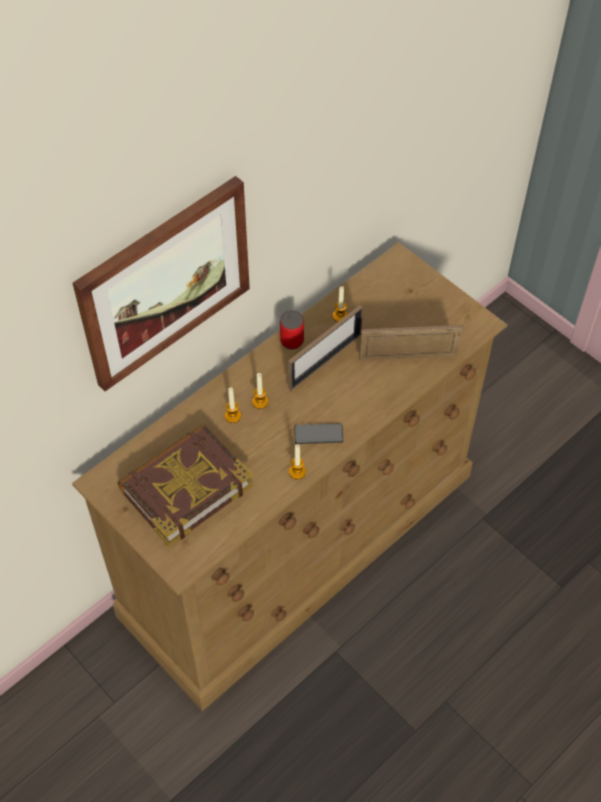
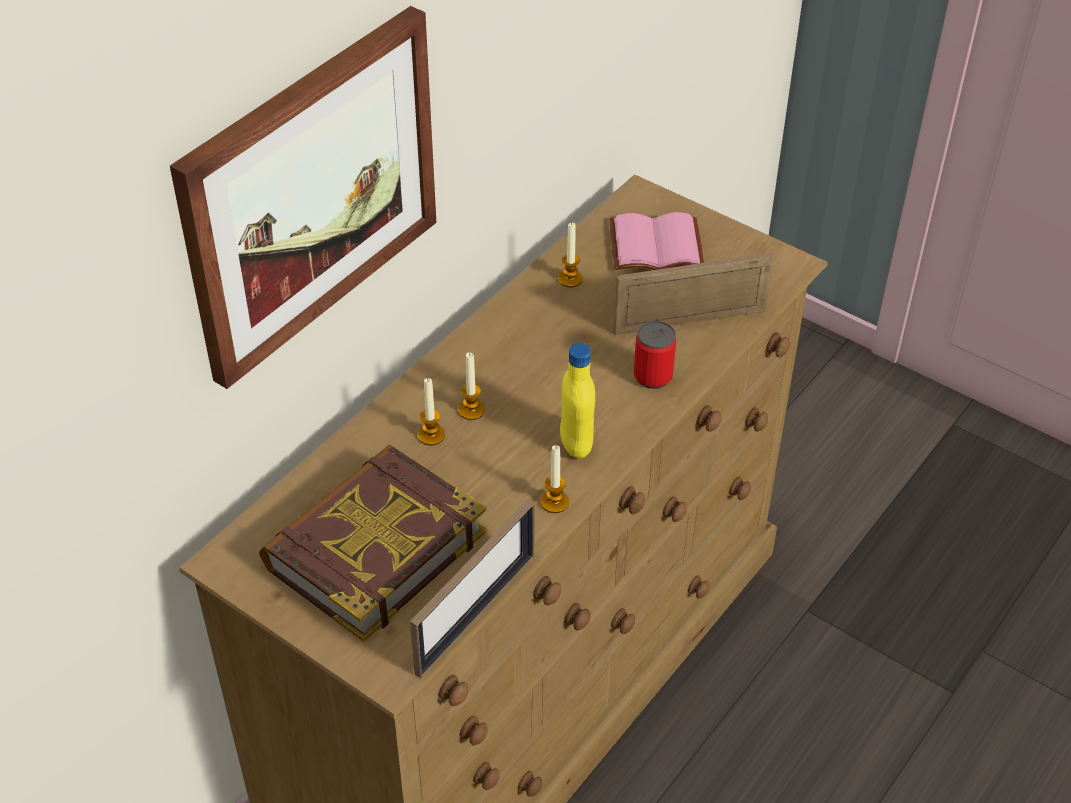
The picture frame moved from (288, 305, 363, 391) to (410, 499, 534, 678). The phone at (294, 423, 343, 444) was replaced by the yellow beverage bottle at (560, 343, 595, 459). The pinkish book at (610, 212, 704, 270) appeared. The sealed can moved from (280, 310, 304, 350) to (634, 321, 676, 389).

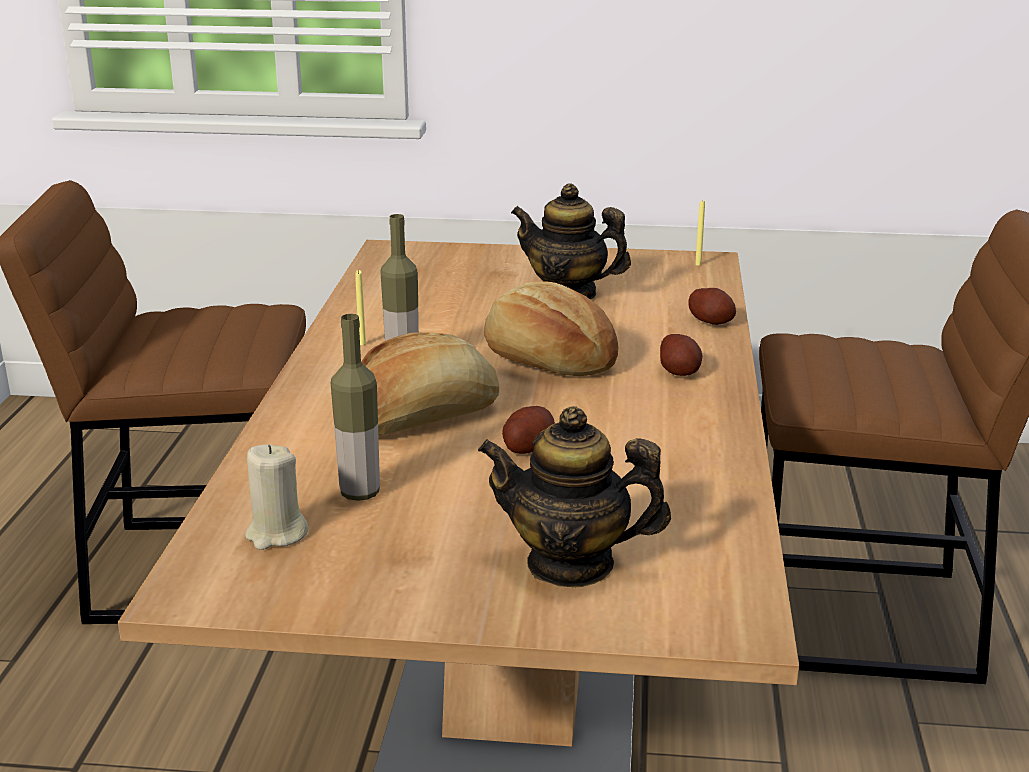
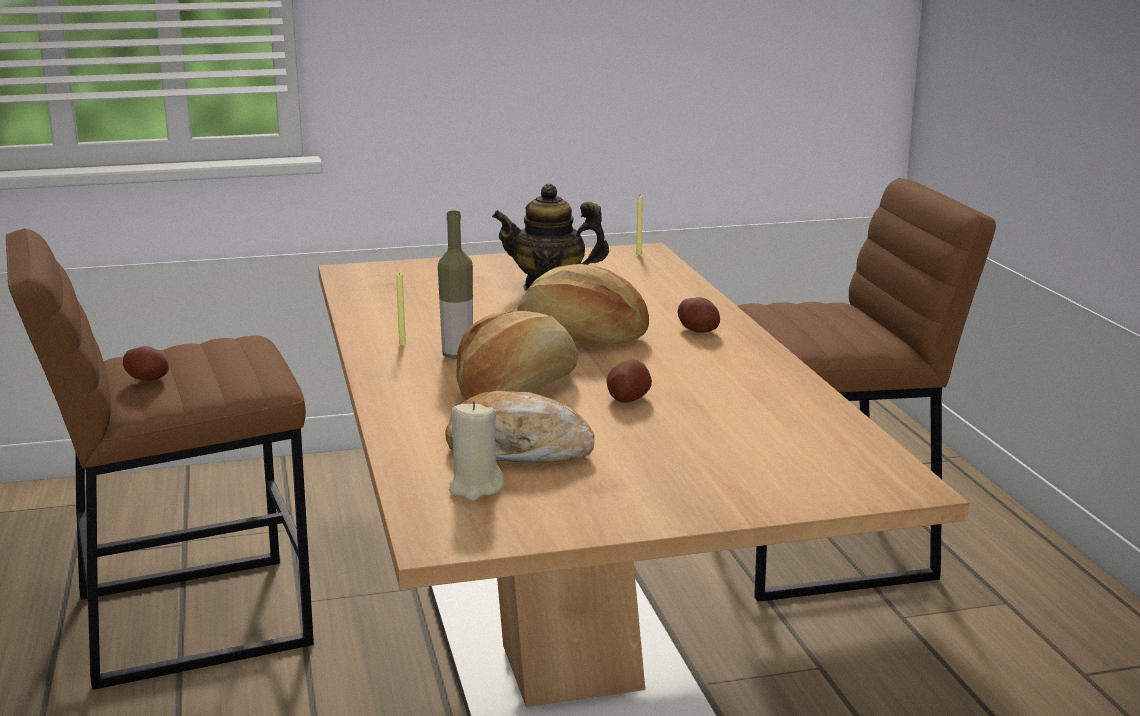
The potato moved from (688, 288, 736, 325) to (123, 346, 169, 381). The beverage bottle at (331, 314, 380, 501) was replaced by the baked bread at (445, 391, 594, 463). The tea pot at (478, 406, 671, 587) disappeared.

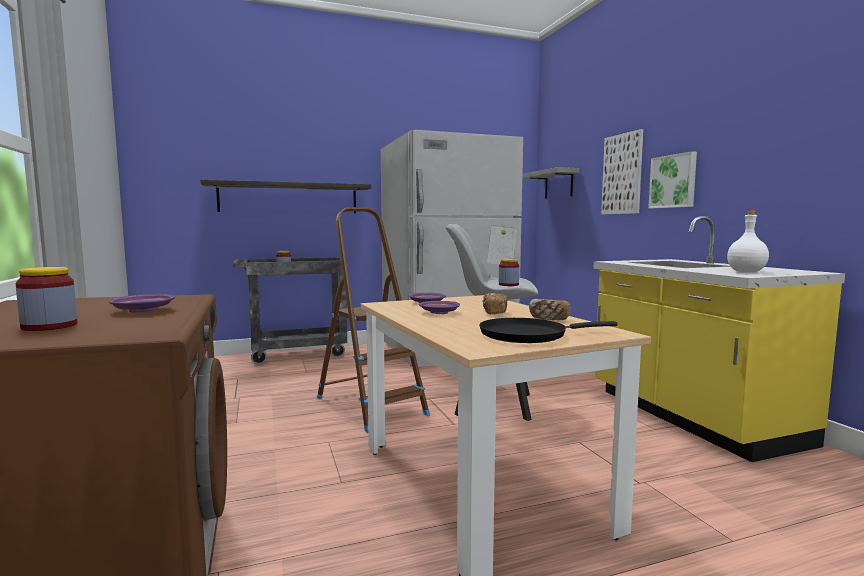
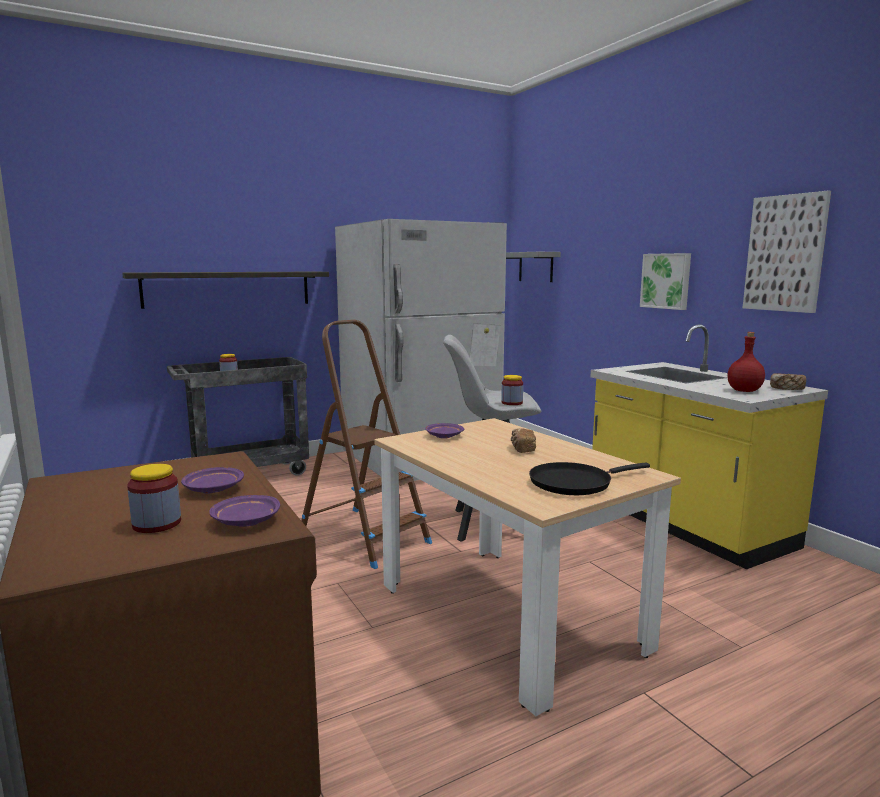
The purple flat dish moved from (419, 301, 460, 314) to (209, 495, 280, 527). The whitish beverage bottle at (727, 210, 769, 273) became the red beverage bottle at (727, 332, 765, 392). The wall picture moved from (601, 129, 644, 214) to (743, 190, 831, 313). The baked bread moved from (529, 299, 571, 320) to (770, 373, 806, 390).

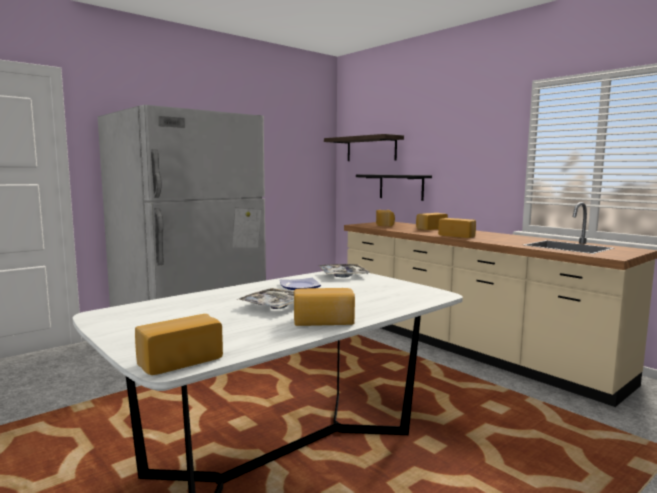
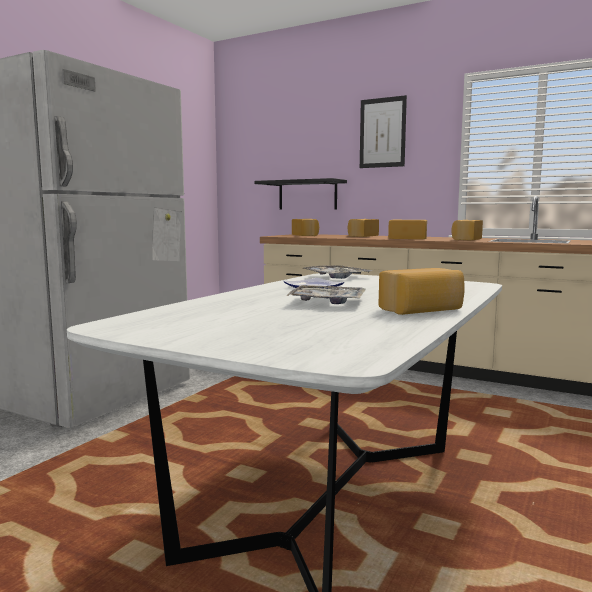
The wall picture at (360, 95, 407, 168) appeared. The baked bread moved from (135, 314, 223, 375) to (451, 220, 483, 240). The bracket shelf at (324, 134, 404, 161) disappeared.

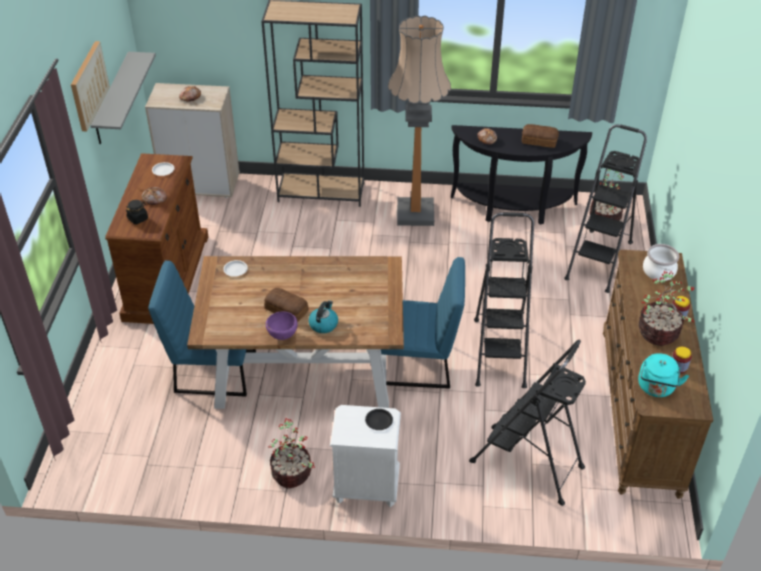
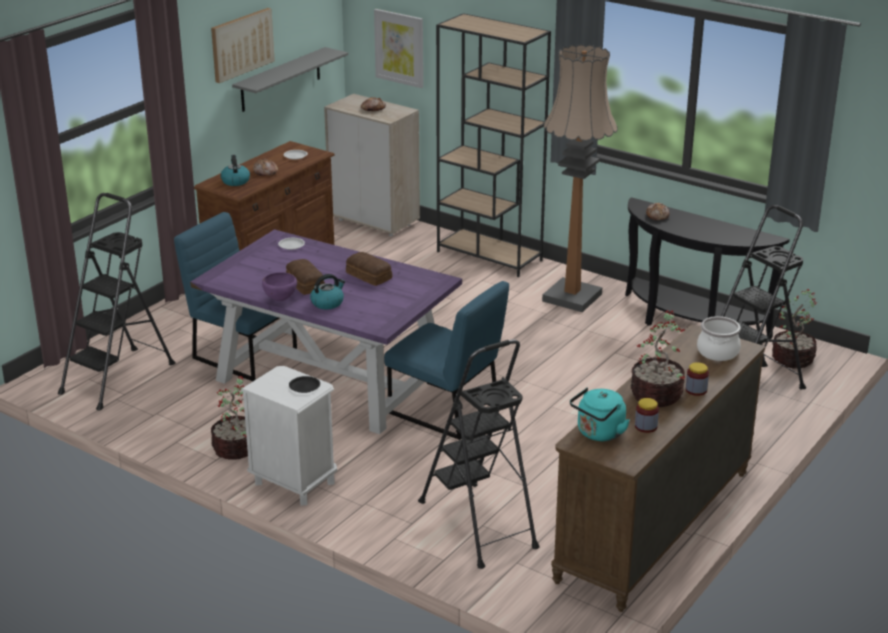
The step stool moved from (474, 212, 534, 388) to (58, 193, 176, 410). The brownish kitchen table at (187, 256, 404, 409) became the purple kitchen table at (190, 229, 462, 434). The black preserve jar at (126, 200, 148, 224) was replaced by the water kettle at (221, 155, 250, 186). The baked bread moved from (522, 124, 559, 148) to (346, 252, 392, 286). The wall picture at (374, 9, 423, 88) appeared.

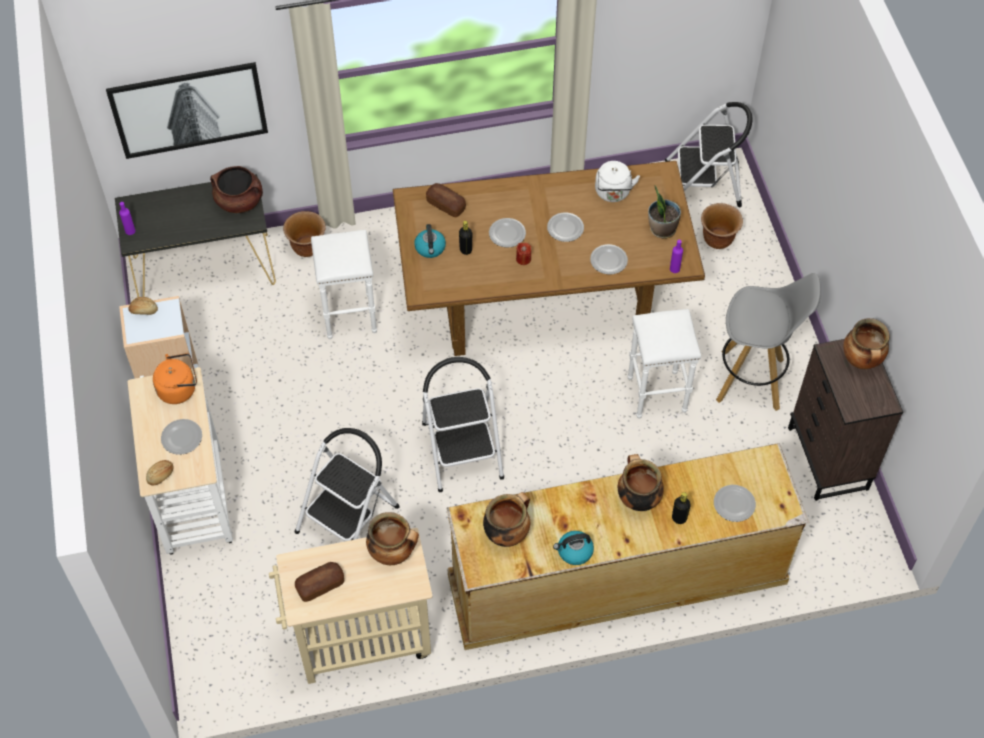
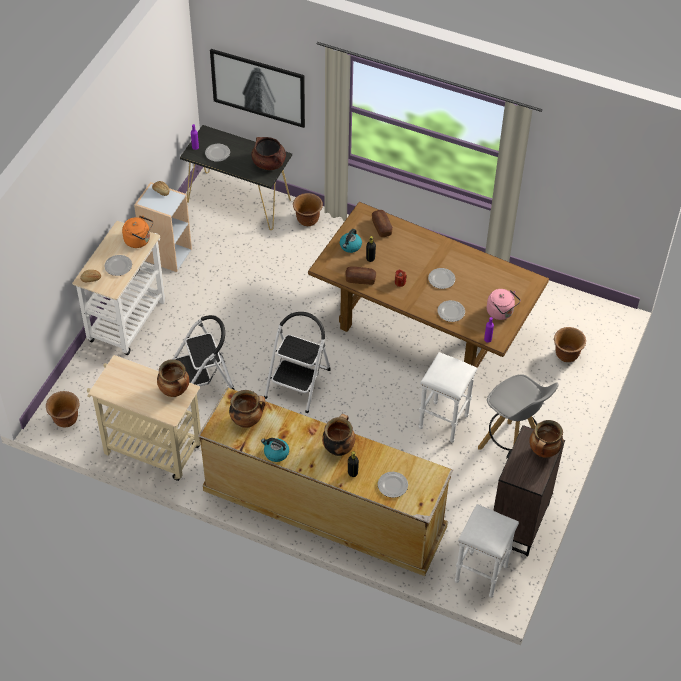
The brownish planter at (46, 391, 80, 427) appeared. The flat dish moved from (489, 218, 526, 248) to (205, 144, 230, 162). The baked bread moved from (295, 562, 344, 602) to (345, 266, 376, 285). The whitish stool moved from (311, 230, 377, 339) to (455, 504, 519, 598). The houseplant at (648, 186, 681, 239) was replaced by the pinkish water kettle at (487, 289, 521, 320). The whitish water kettle at (595, 161, 640, 202) disappeared. The step stool at (665, 102, 753, 207) disappeared.

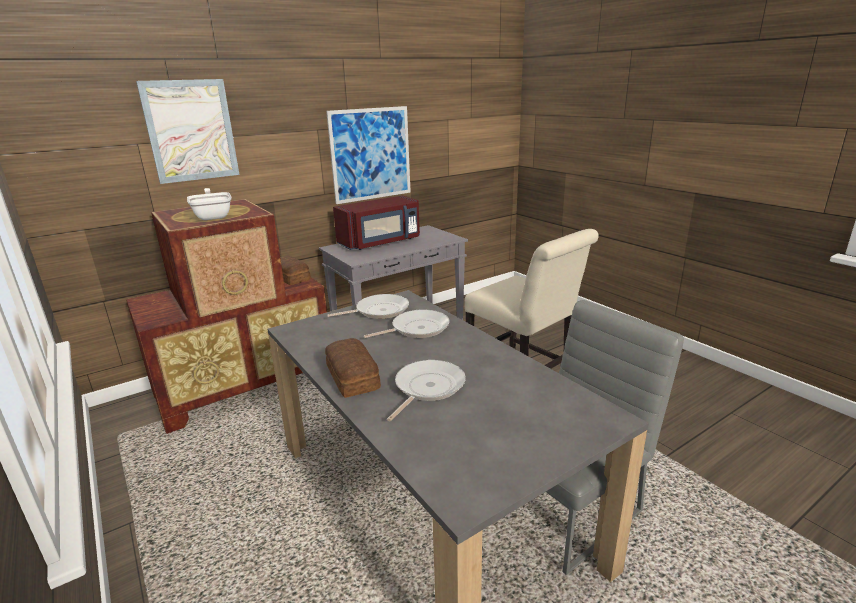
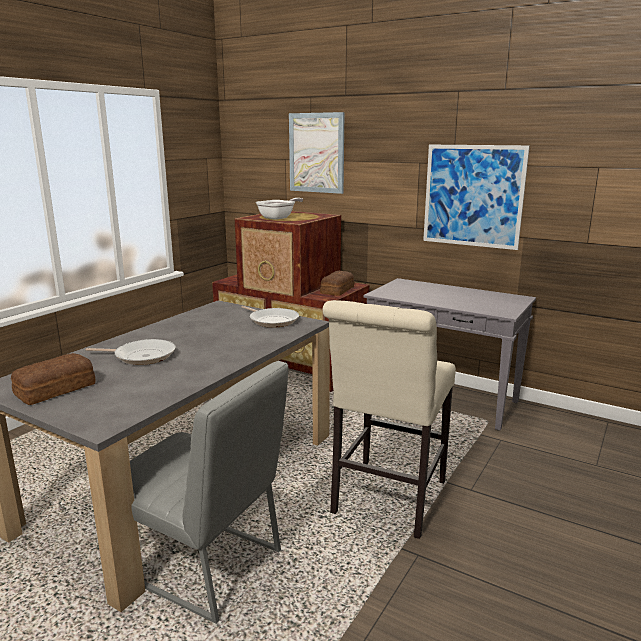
The baked bread moved from (325, 338, 381, 398) to (11, 353, 96, 405). The red microwave oven at (333, 196, 420, 250) disappeared. The pan at (363, 310, 450, 338) disappeared.

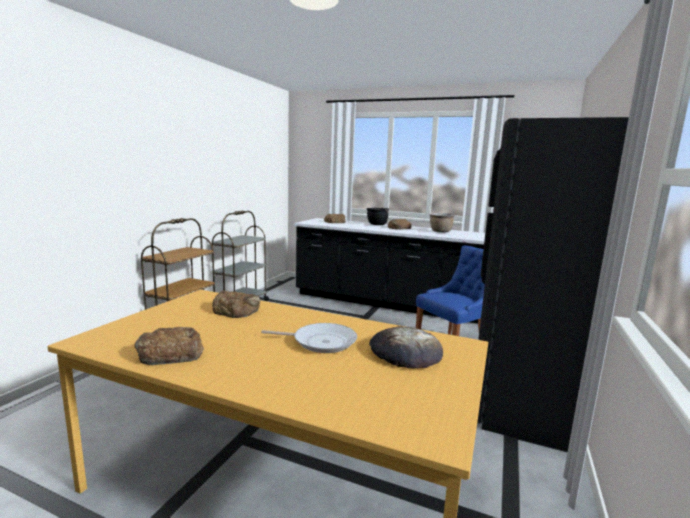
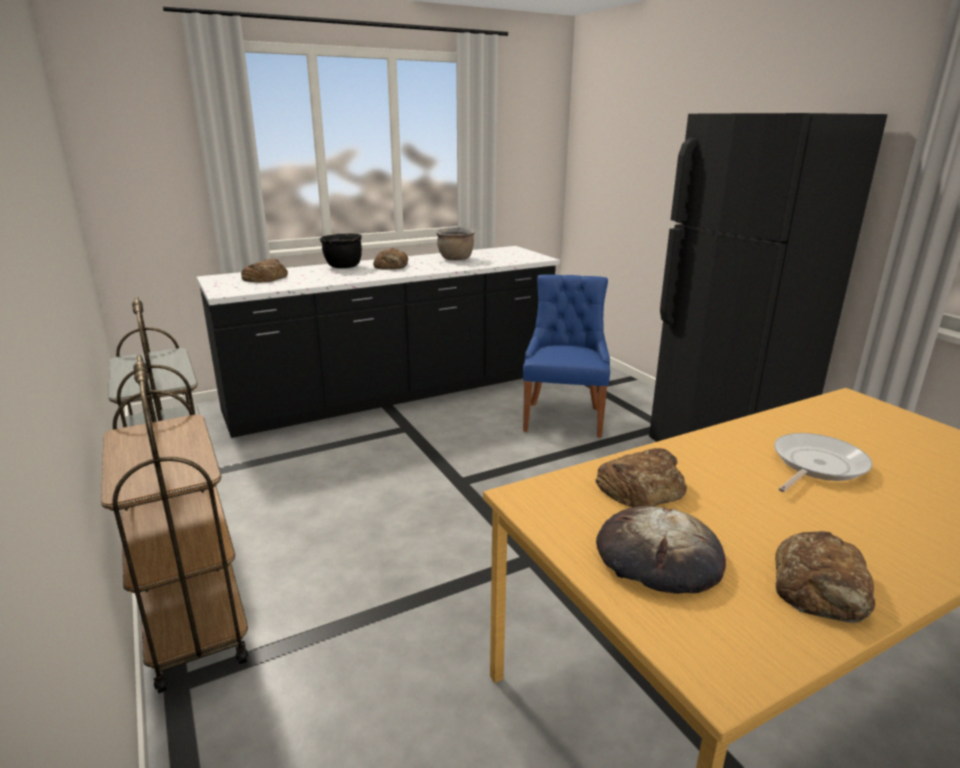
The baked bread moved from (369, 326, 443, 369) to (596, 506, 726, 594).

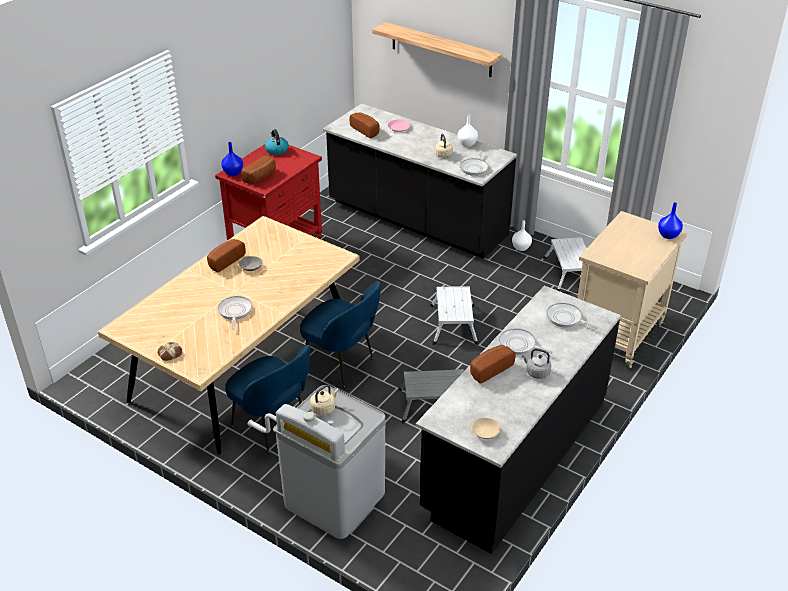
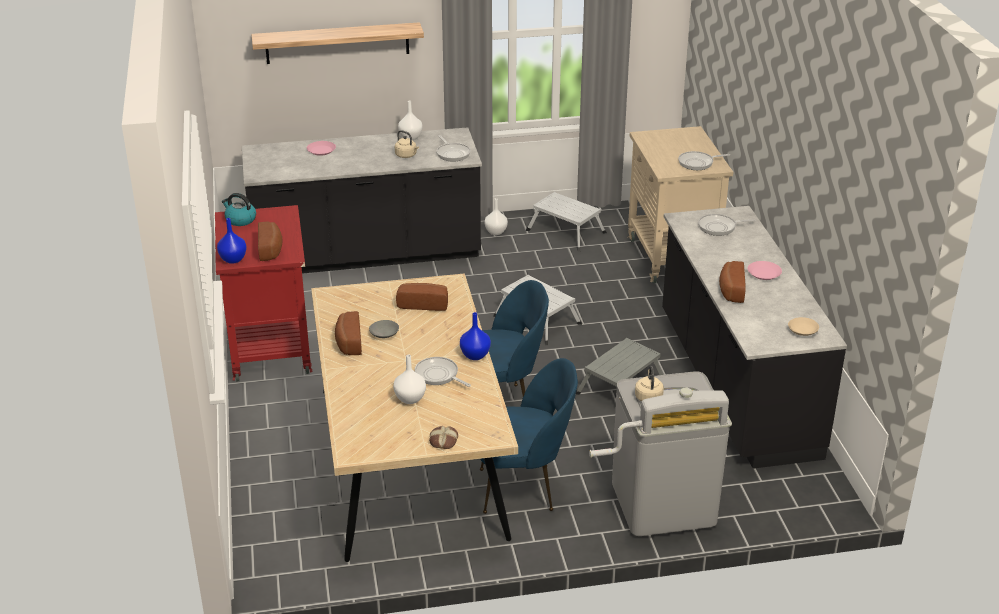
The whitish flower vase at (393, 355, 426, 404) appeared. The baked bread moved from (350, 112, 380, 138) to (396, 283, 448, 311). The blue-coloured flower vase moved from (658, 202, 683, 239) to (460, 312, 491, 360). The pan moved from (499, 328, 553, 355) to (678, 151, 730, 170). The greyish water kettle at (522, 348, 551, 379) was replaced by the pinkish flat dish at (747, 261, 782, 280).

